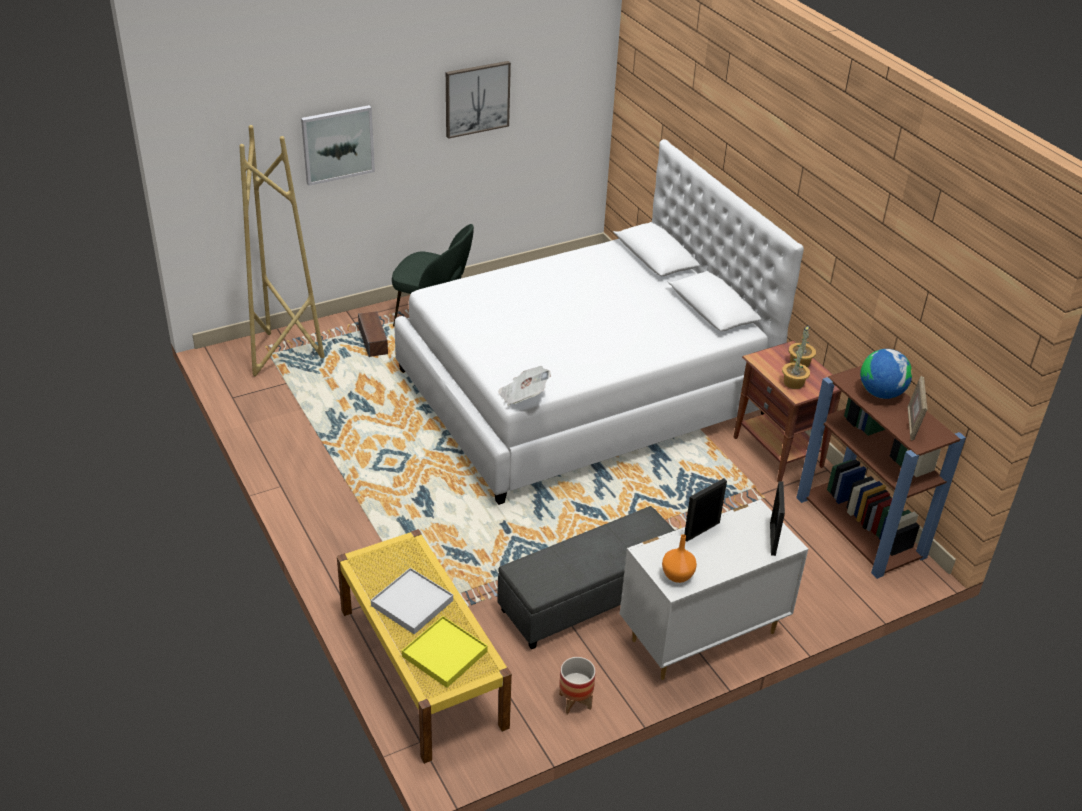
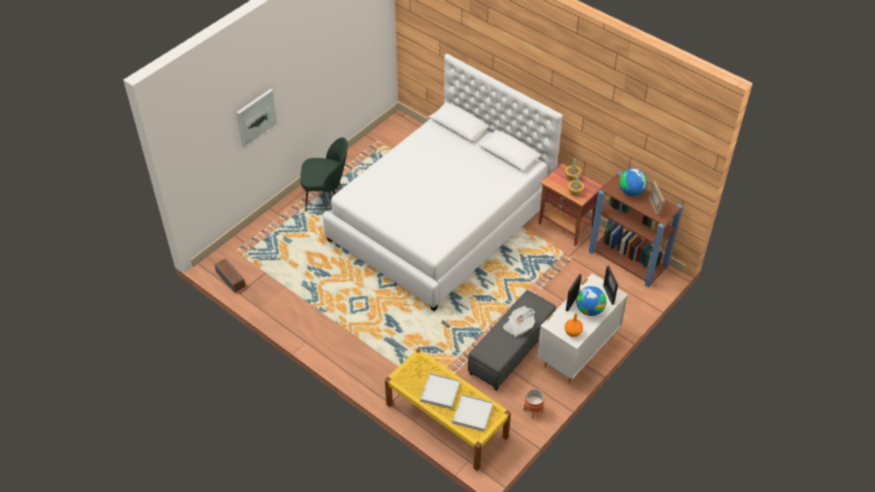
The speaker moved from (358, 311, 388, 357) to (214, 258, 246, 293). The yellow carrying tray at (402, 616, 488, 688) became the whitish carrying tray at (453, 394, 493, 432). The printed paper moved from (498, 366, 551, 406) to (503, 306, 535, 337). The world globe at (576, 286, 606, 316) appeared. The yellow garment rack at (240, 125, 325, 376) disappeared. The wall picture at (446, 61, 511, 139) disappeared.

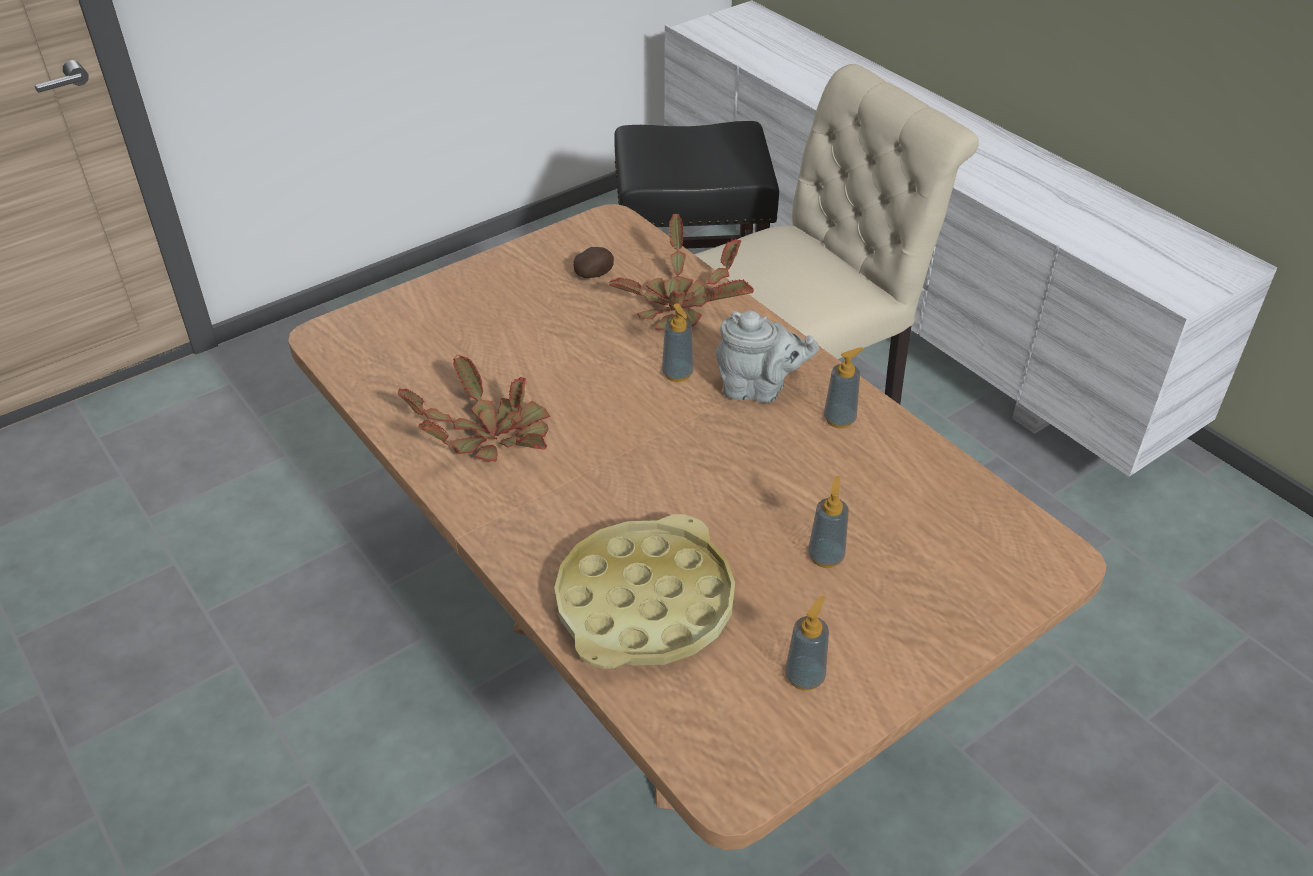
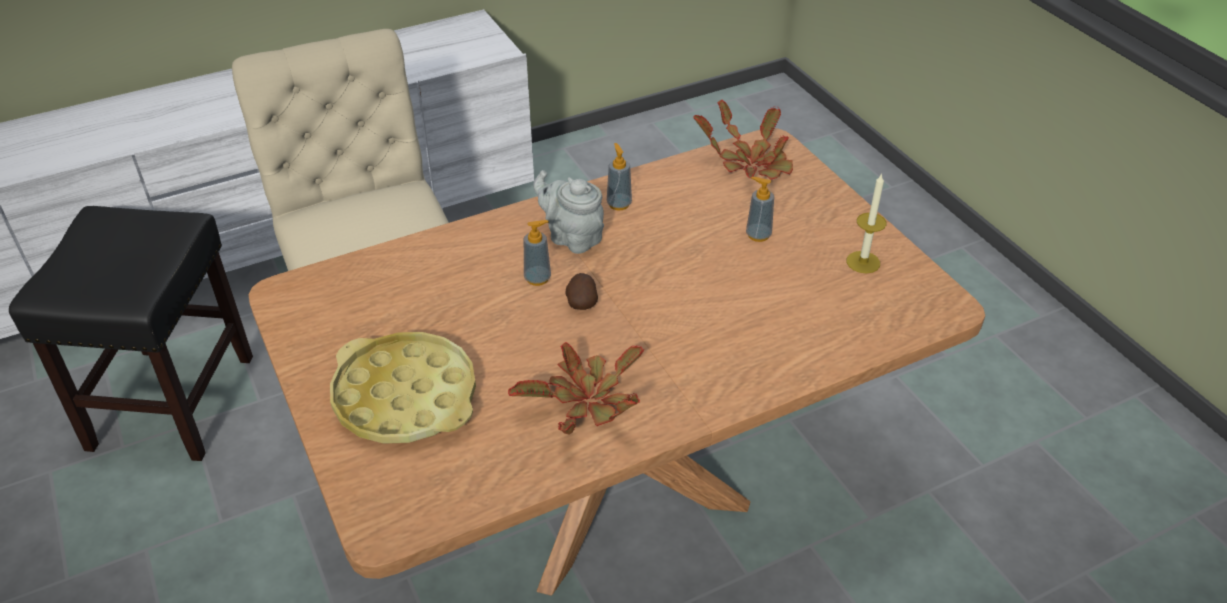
The yellow carrying tray moved from (554, 514, 735, 669) to (330, 332, 476, 444). The greyish tea pot at (716, 311, 819, 403) turned 75 degrees counterclockwise. The potato moved from (573, 247, 614, 278) to (565, 273, 598, 310). The houseplant moved from (609, 214, 754, 330) to (693, 100, 793, 180). The soap dispenser at (785, 595, 829, 691) was replaced by the candle at (847, 173, 886, 273).

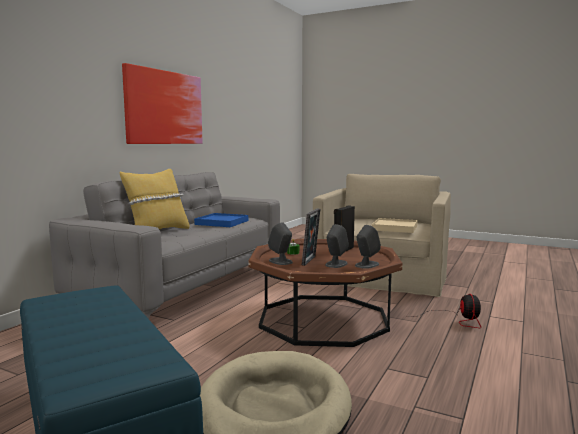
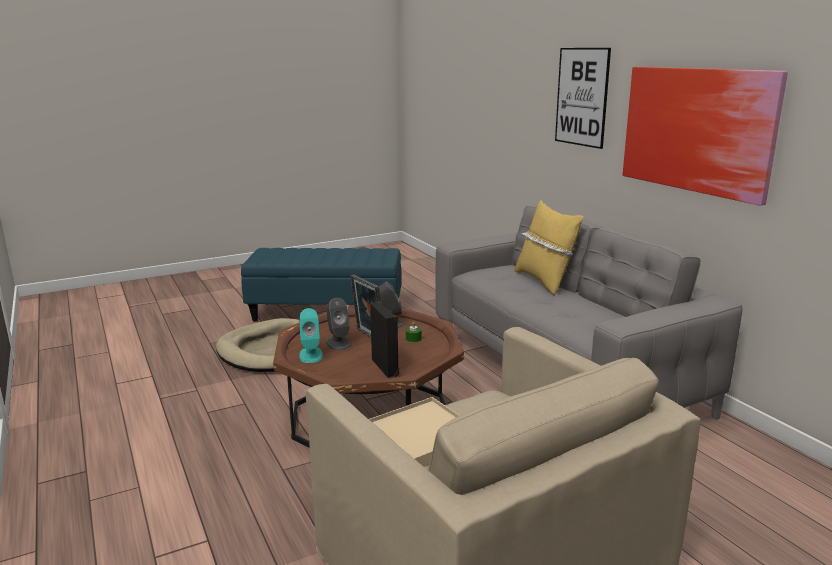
The greyish speaker at (355, 225, 381, 269) became the turquoise speaker at (299, 308, 323, 363). The wall picture at (555, 48, 611, 149) appeared. The blue-coloured carrying tray at (194, 213, 248, 227) disappeared. The electric fan at (407, 294, 481, 328) disappeared.

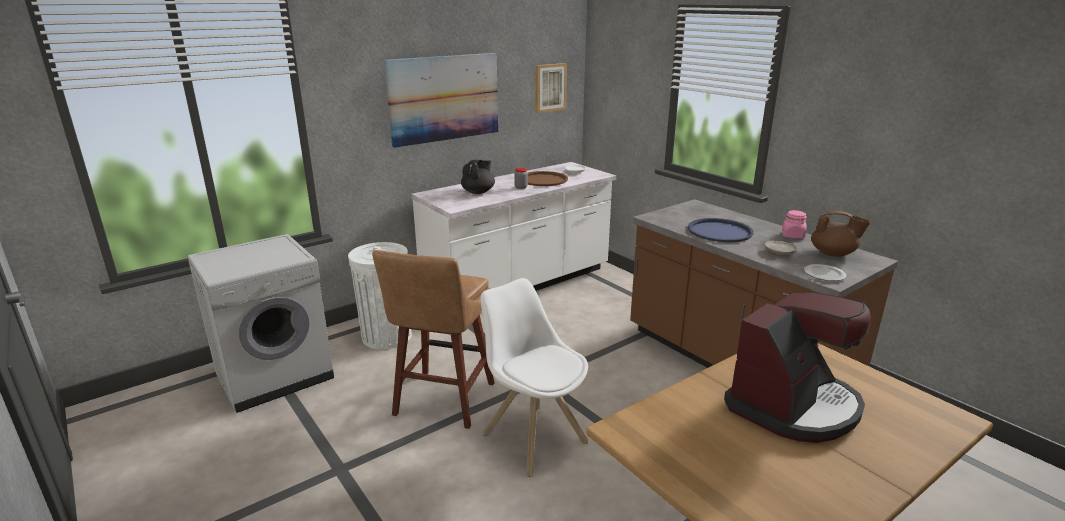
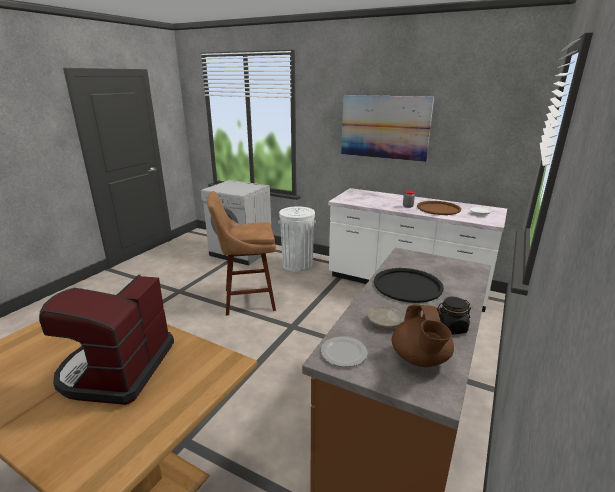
The coffee machine at (724, 292, 871, 443) turned 75 degrees clockwise. The blue-coloured carrying tray at (688, 218, 754, 242) became the black carrying tray at (374, 268, 444, 303). The pinkish preserve jar at (782, 210, 807, 239) became the black preserve jar at (437, 297, 471, 334). The black tea pot at (461, 160, 495, 194) disappeared. The whitish chair at (480, 278, 588, 477) disappeared. The wall picture at (536, 63, 567, 113) disappeared.

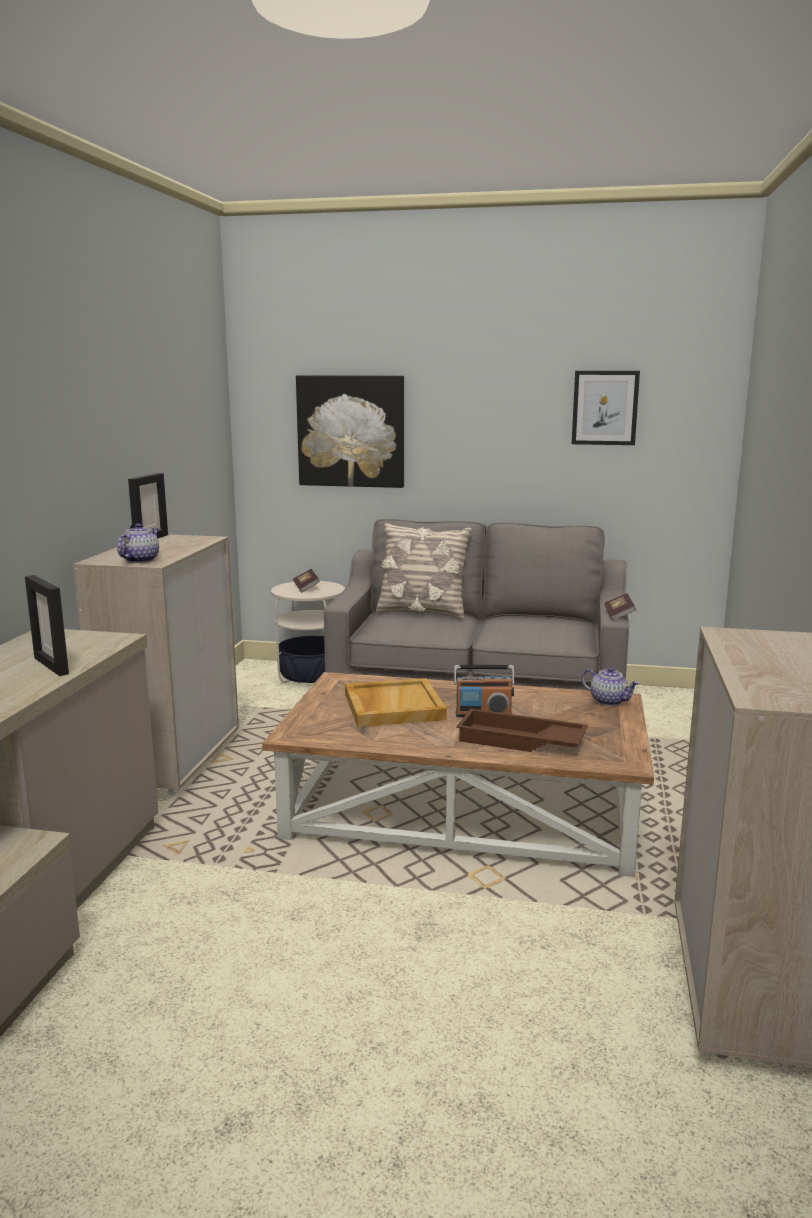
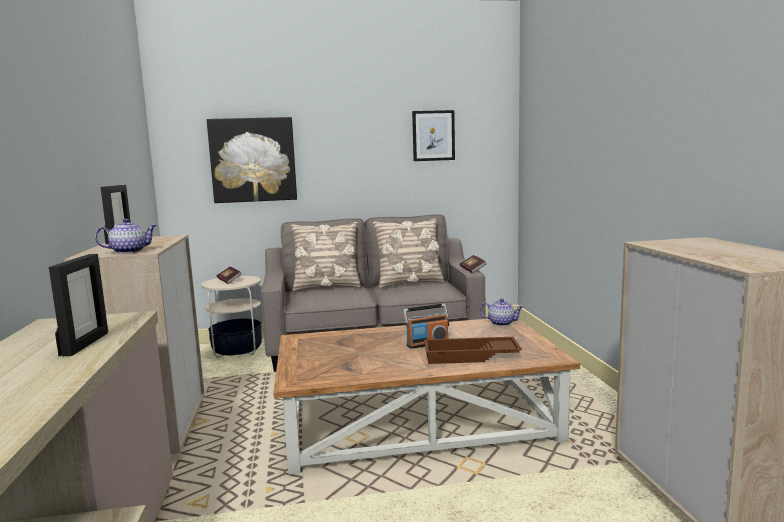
The picture frame at (25, 575, 69, 676) turned 120 degrees counterclockwise. The tea pot at (117, 523, 159, 563) turned 60 degrees clockwise. The beige cushion at (373, 218, 444, 288) appeared. The beige carrying tray at (345, 678, 447, 727) disappeared.

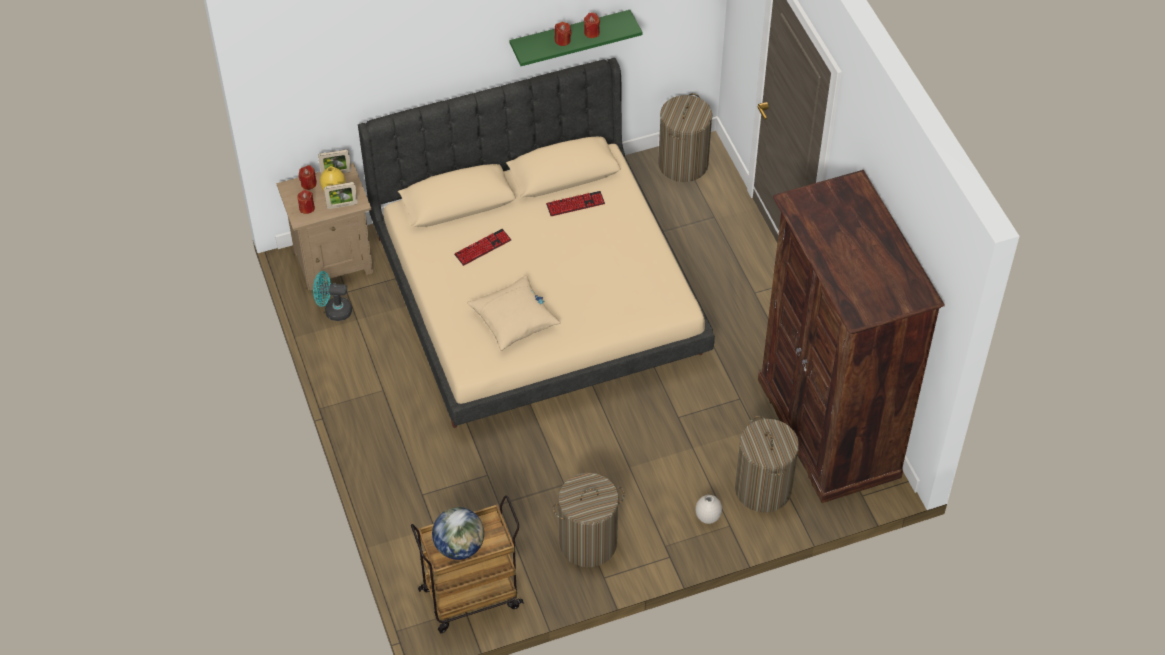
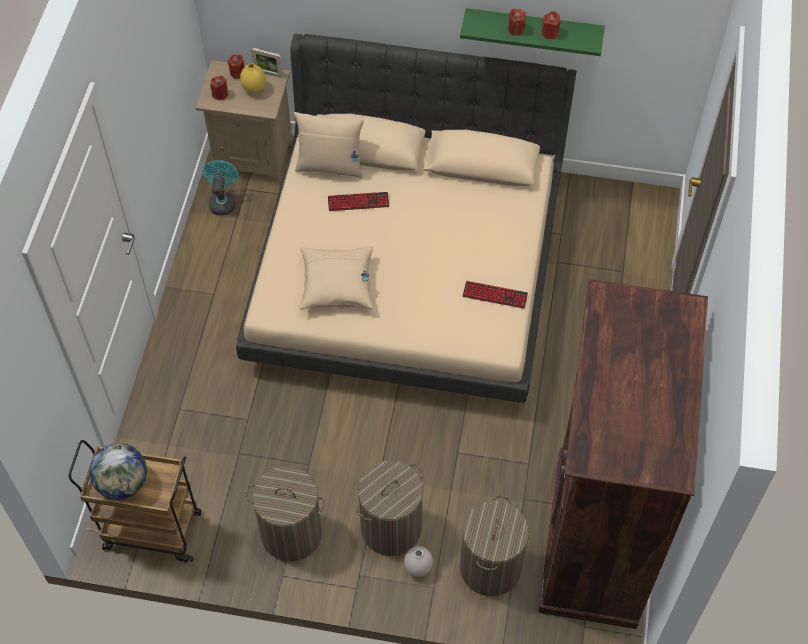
The turquoise electric fan at (313, 271, 352, 321) turned 60 degrees clockwise. The beige cushion at (294, 112, 364, 179) appeared. The washing basket moved from (658, 93, 712, 182) to (356, 460, 423, 556). The keyboard moved from (546, 191, 605, 216) to (463, 281, 528, 309). The picture frame at (324, 182, 358, 209) disappeared.

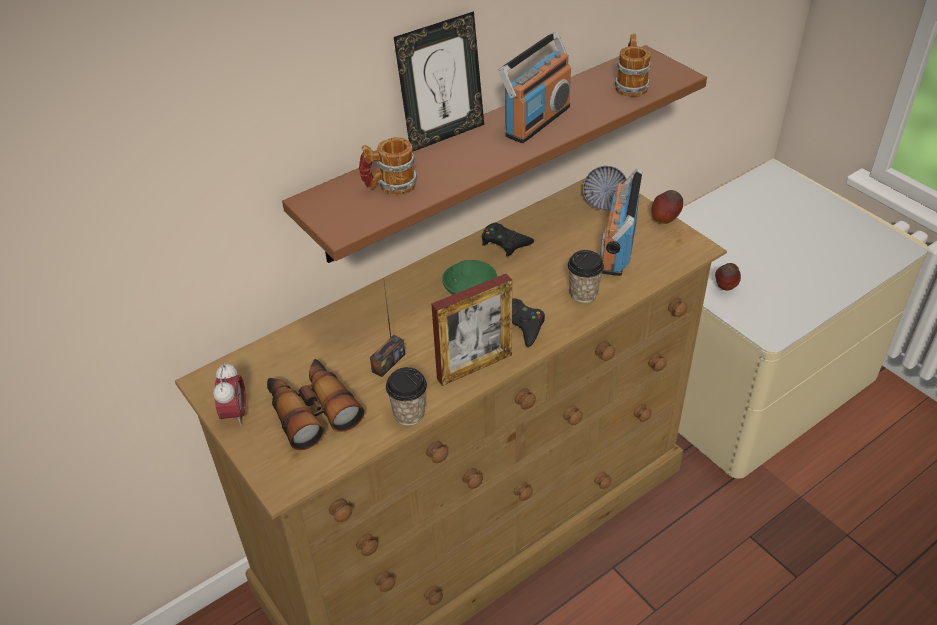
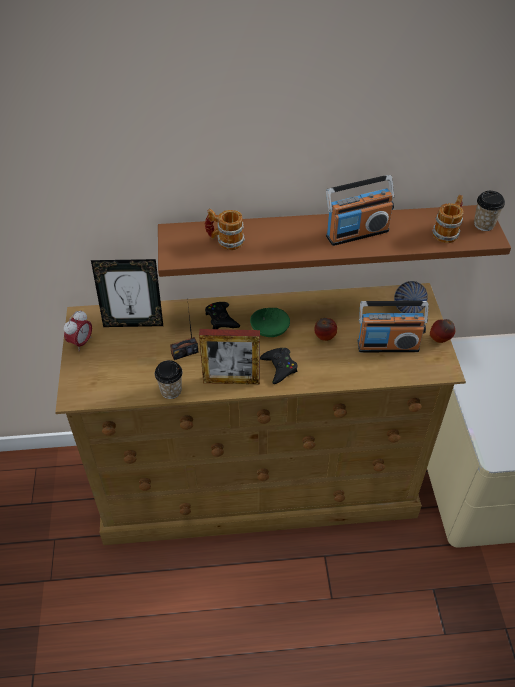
The picture frame moved from (394, 11, 484, 152) to (91, 259, 163, 327). The black game controller moved from (482, 223, 534, 257) to (205, 302, 240, 329). The apple fruit moved from (715, 263, 741, 291) to (314, 318, 337, 341). The radio at (600, 169, 642, 276) turned 135 degrees counterclockwise. The small cup moved from (568, 250, 604, 303) to (474, 191, 505, 231). The binoculars at (267, 359, 364, 450) disappeared.

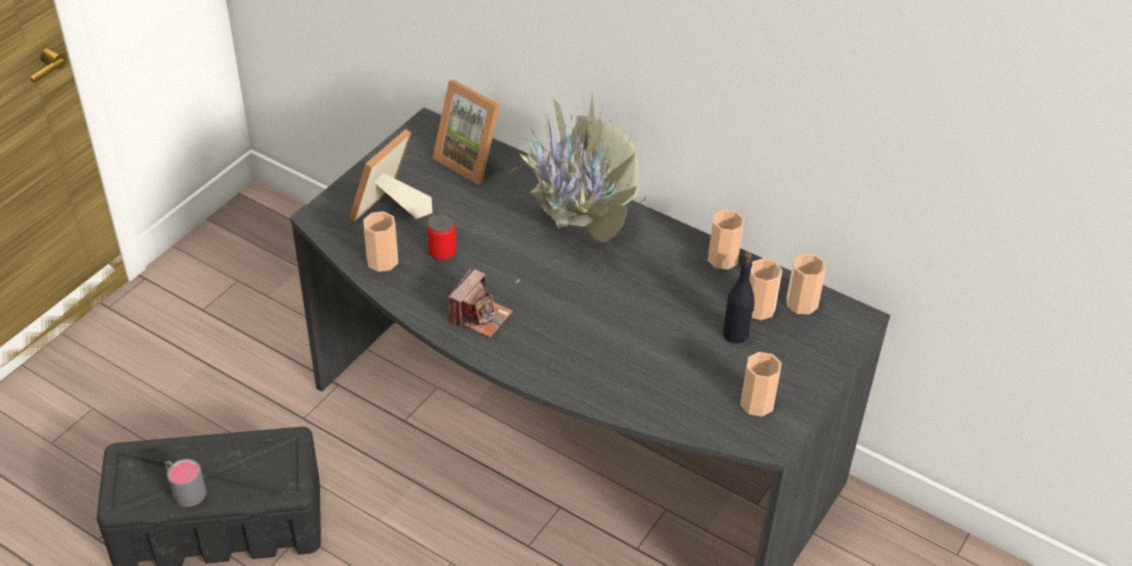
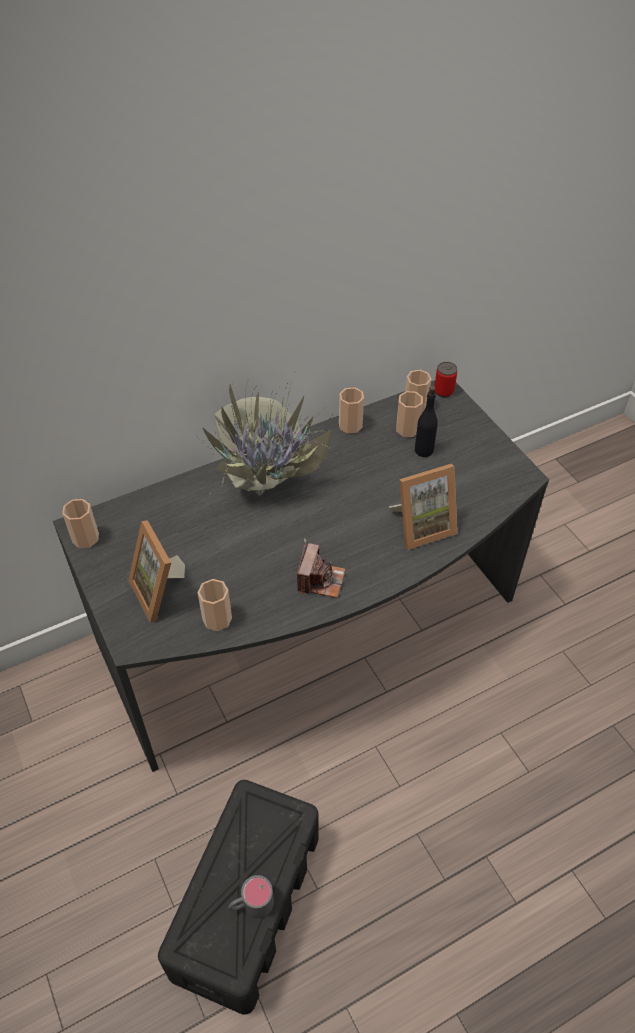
The small cup moved from (740, 352, 782, 417) to (62, 499, 99, 548). The photo camera at (448, 268, 513, 338) turned 45 degrees clockwise. The picture frame moved from (433, 80, 500, 184) to (389, 464, 457, 550). The sealed can moved from (427, 213, 456, 261) to (434, 362, 457, 397).

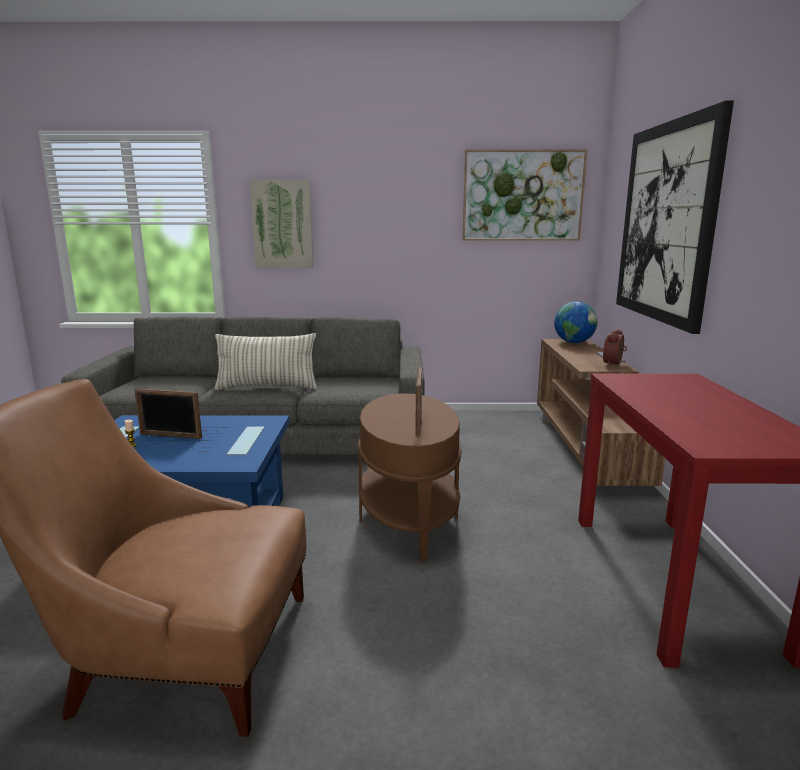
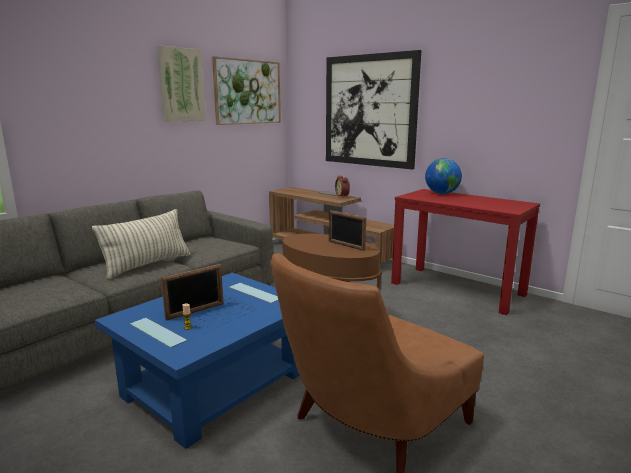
The wall picture moved from (250, 180, 314, 268) to (157, 45, 206, 122). The world globe moved from (554, 301, 598, 343) to (425, 158, 462, 194).

